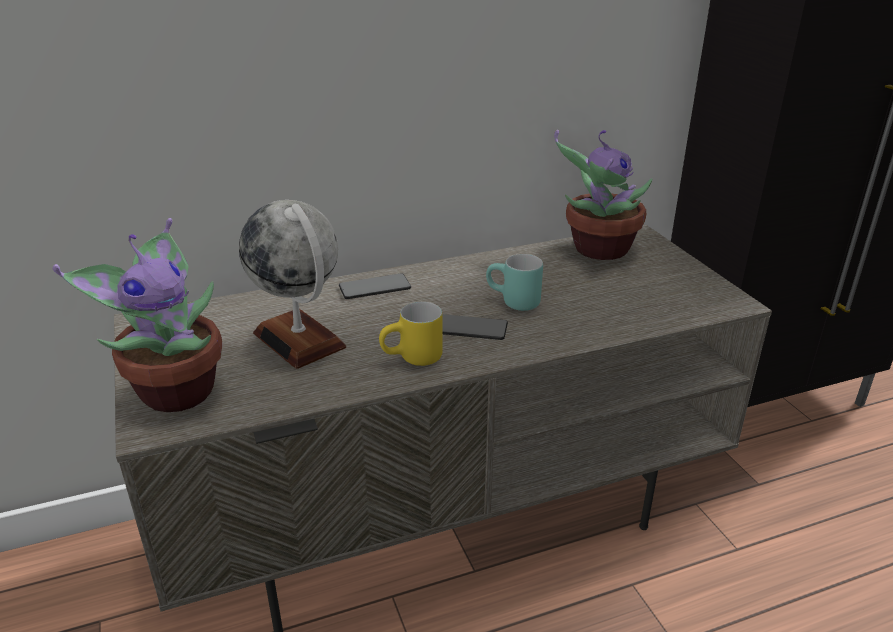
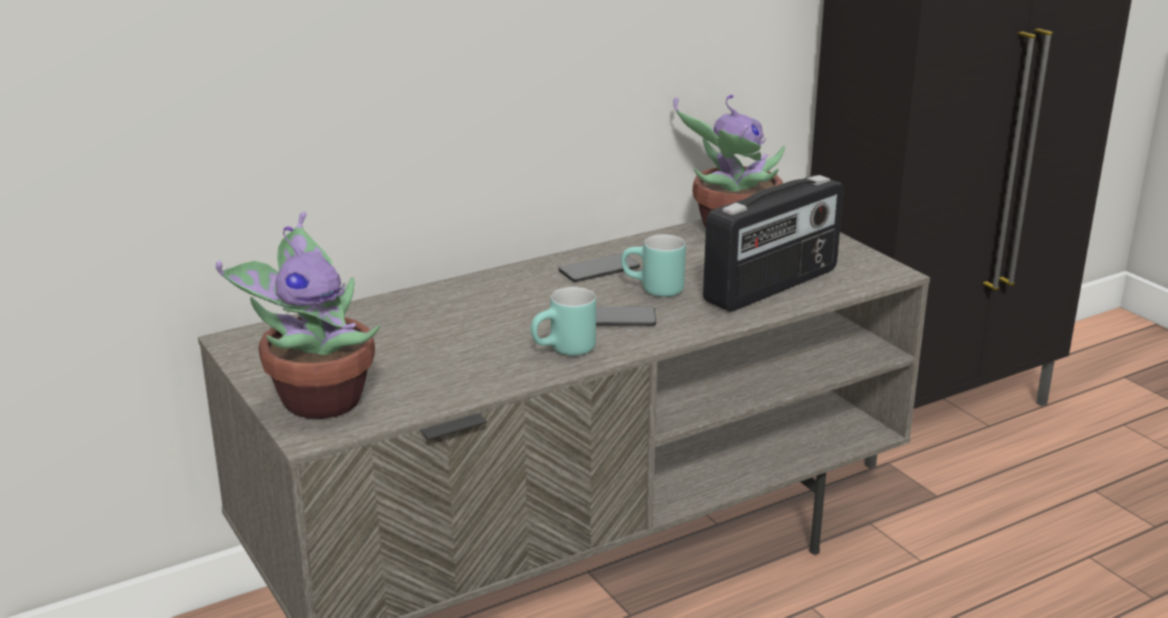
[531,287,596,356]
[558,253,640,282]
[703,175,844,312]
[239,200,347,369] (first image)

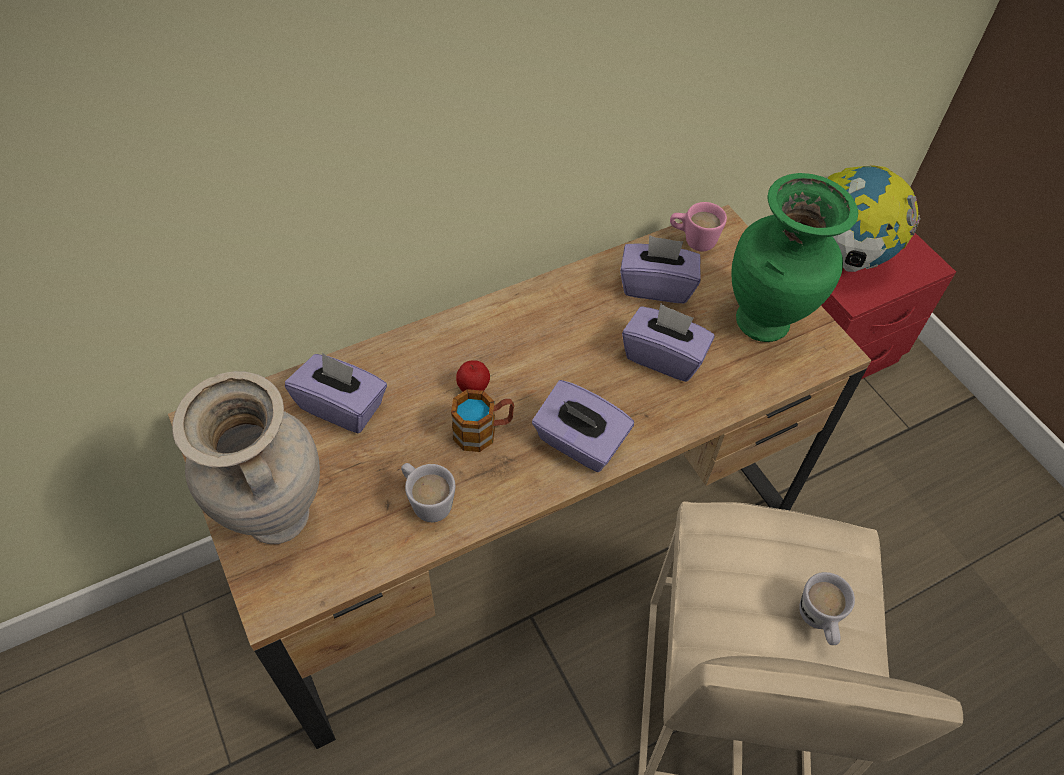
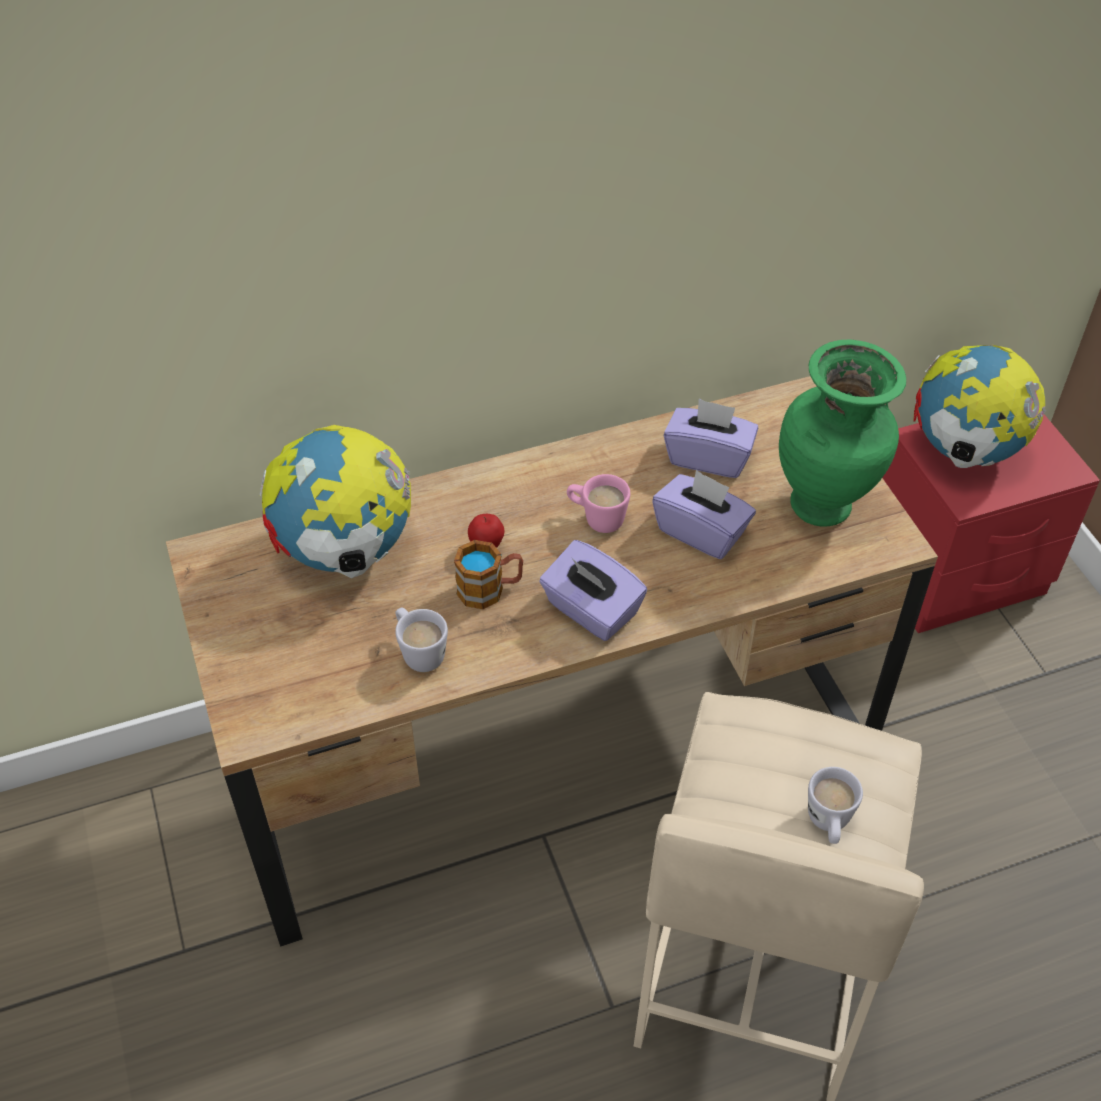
[260,425,411,578]
[567,474,630,533]
[172,371,320,544] (first image)

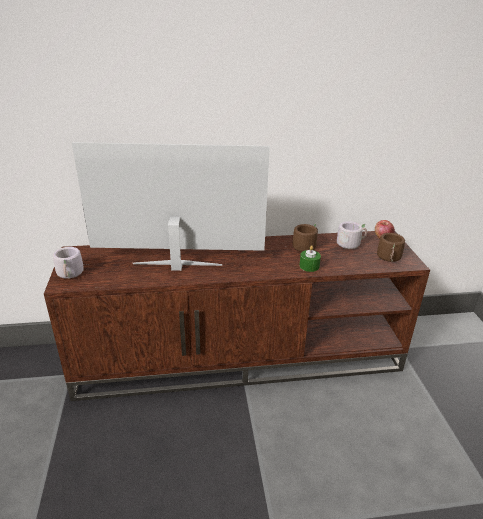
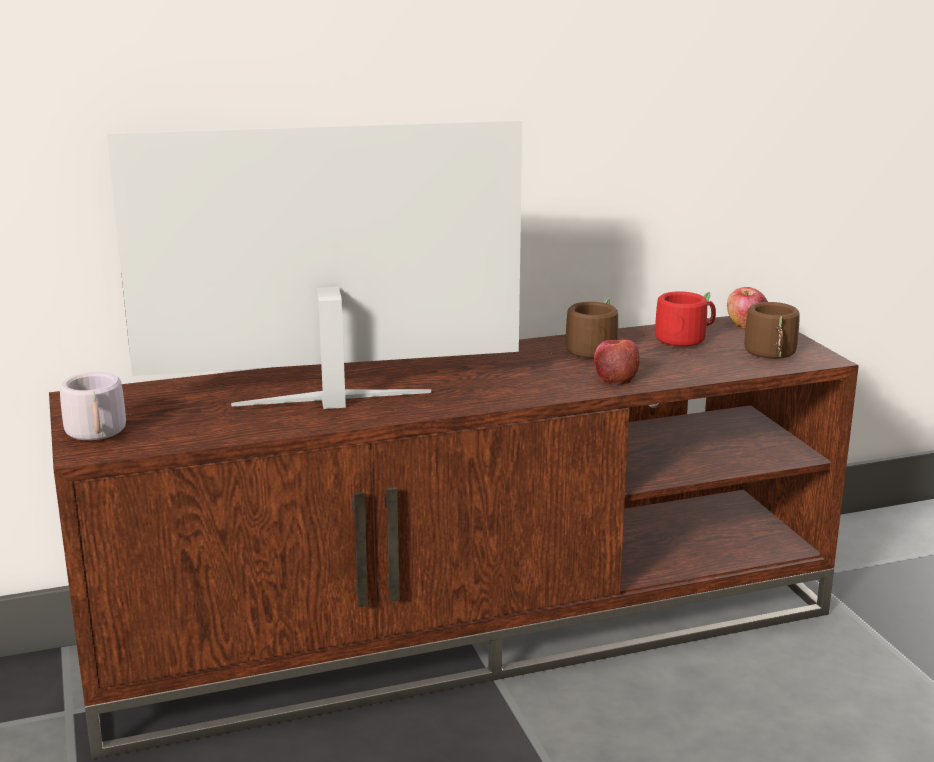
[594,340,640,386]
[641,292,716,346]

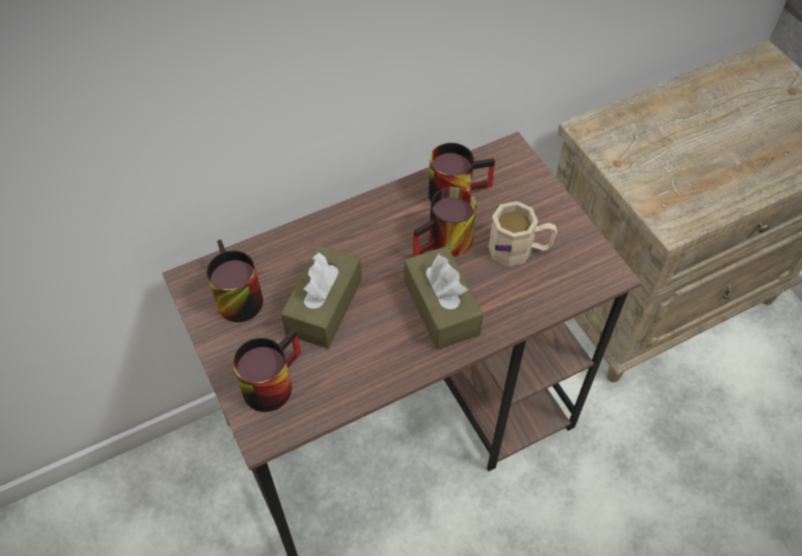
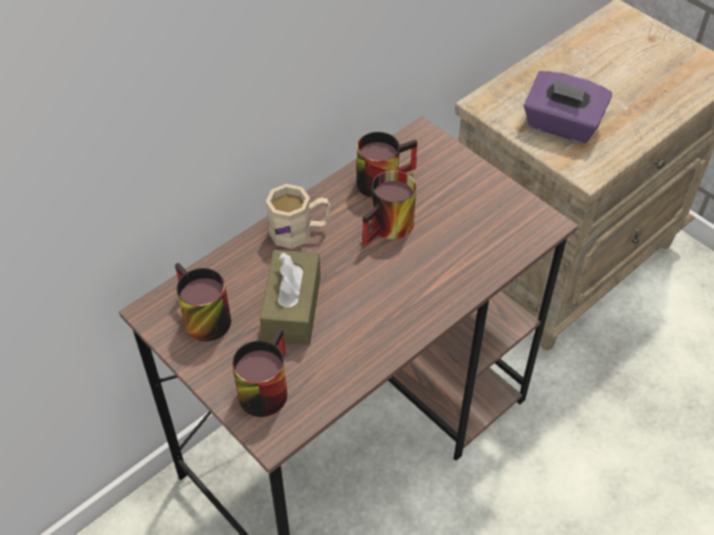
[266,184,330,249]
[524,71,612,143]
[404,246,483,350] (first image)

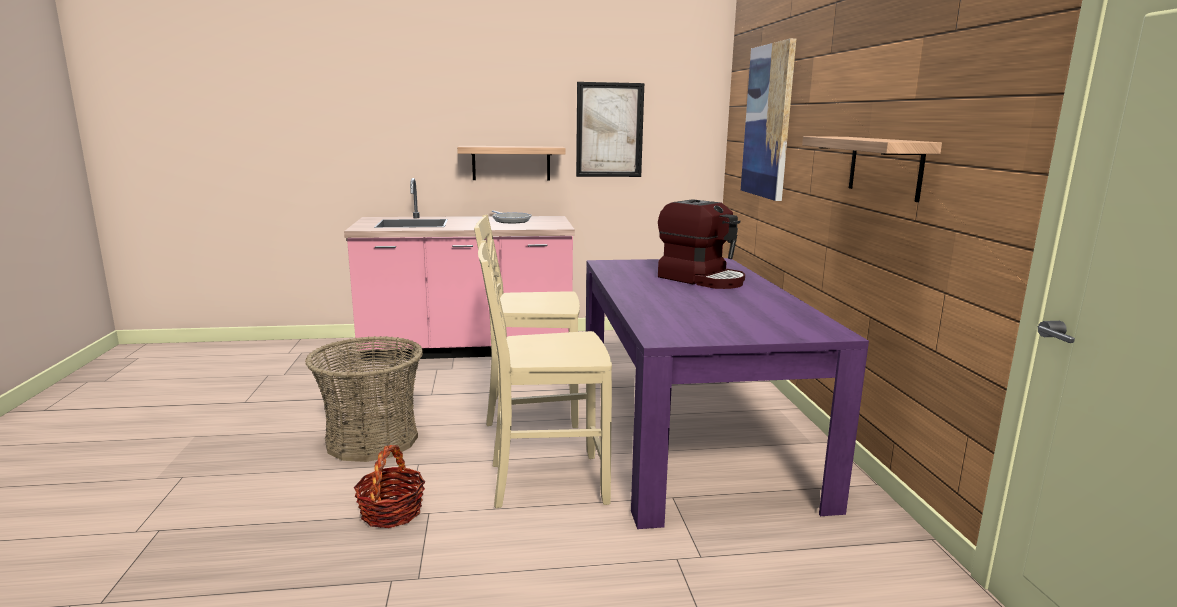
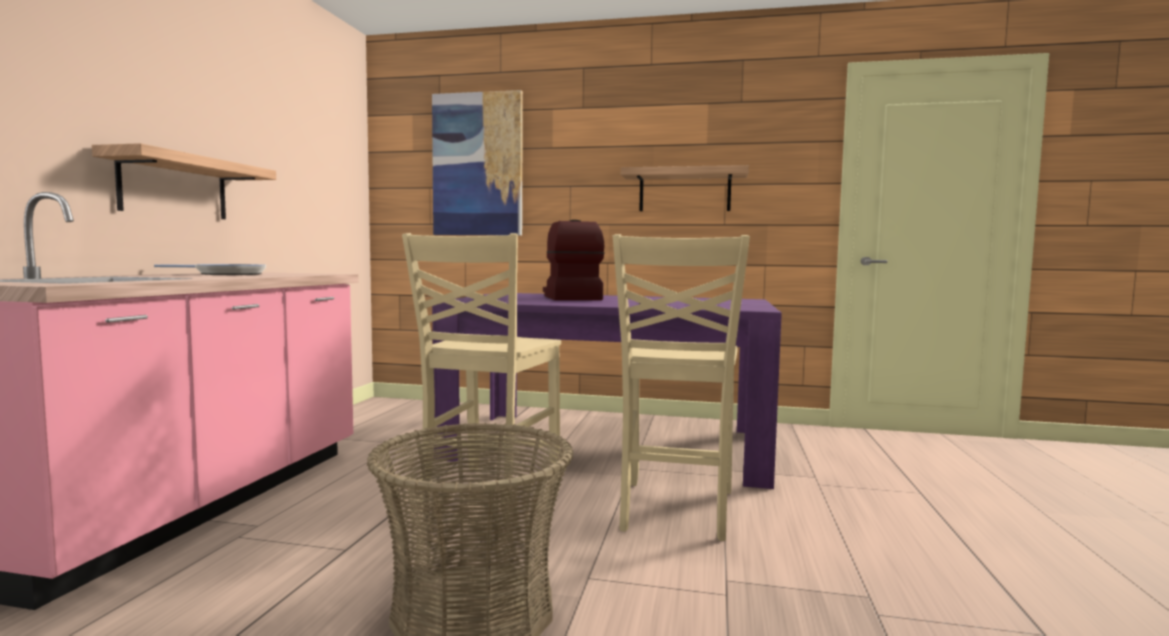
[543,220,604,300]
[353,445,425,528] (first image)
[576,82,644,177] (first image)

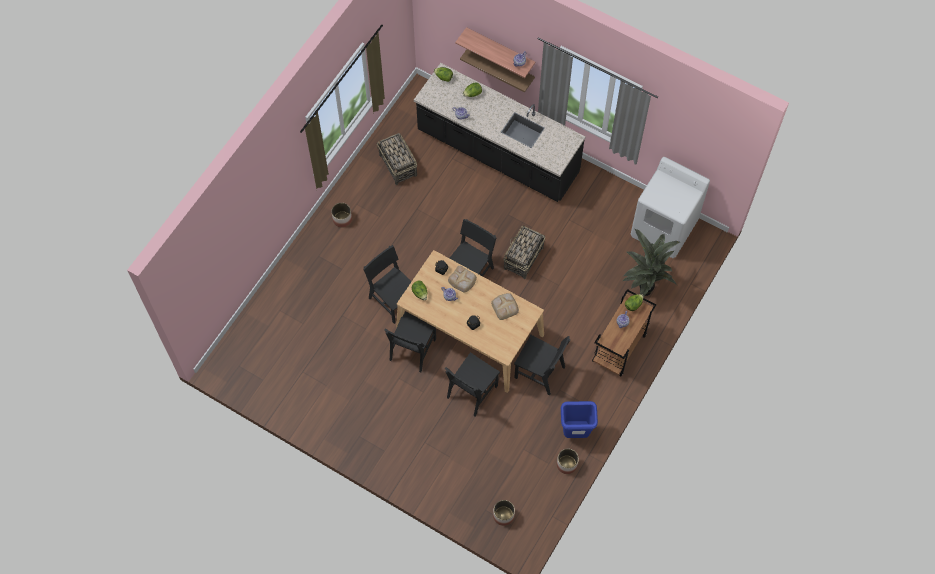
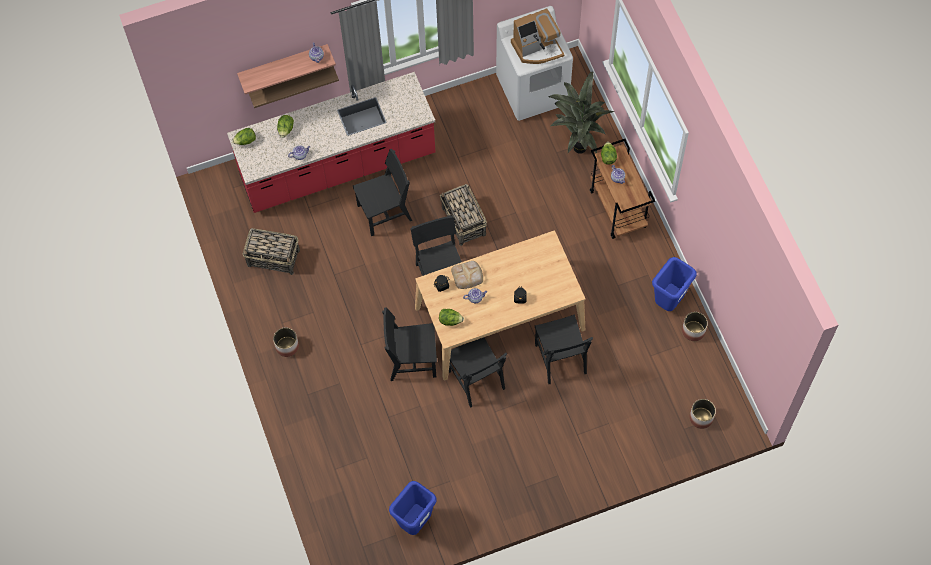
[227,72,435,213]
[353,149,412,236]
[389,481,437,535]
[511,8,565,64]
[491,293,519,320] (first image)

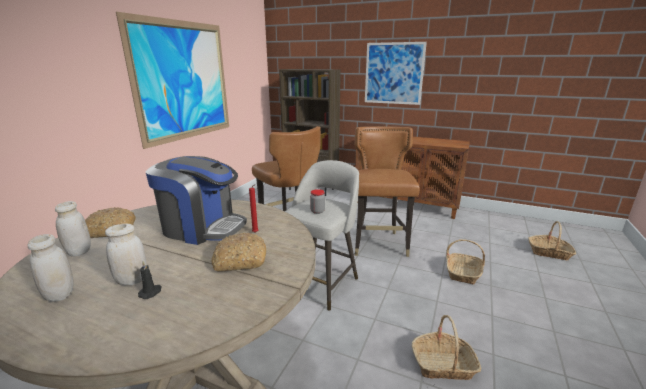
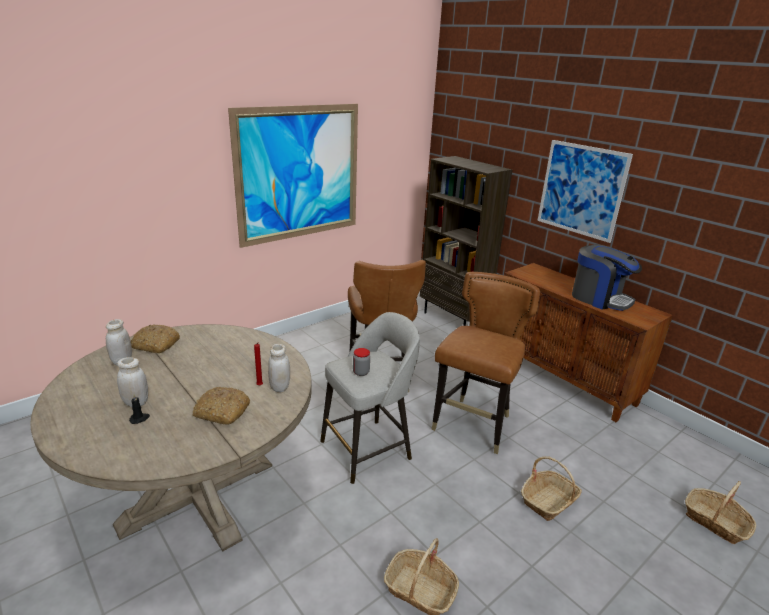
[268,344,290,392]
[572,245,642,311]

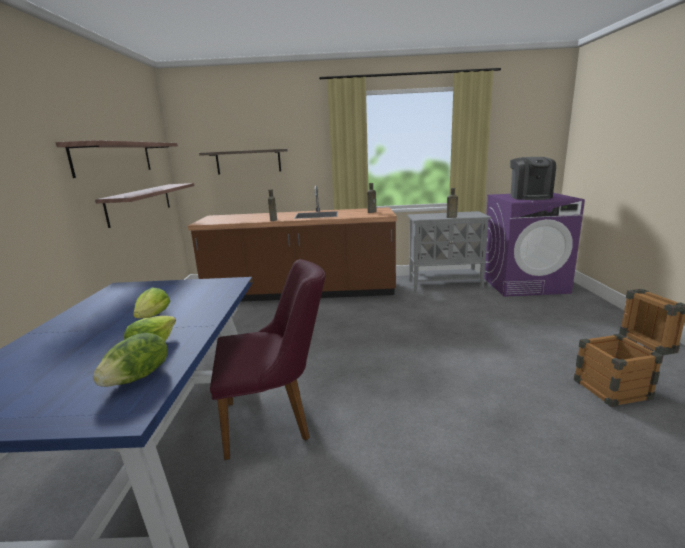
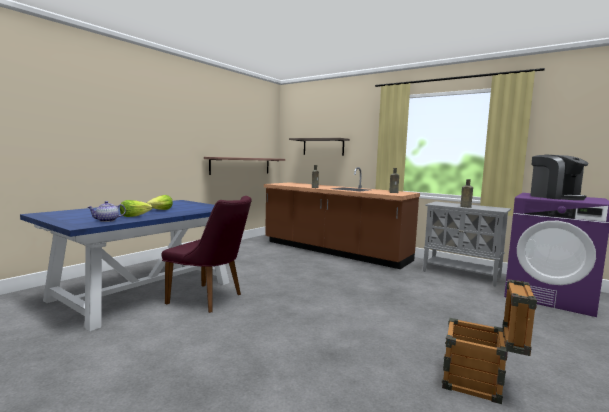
[87,201,126,222]
[530,155,589,200]
[56,140,178,178] (first image)

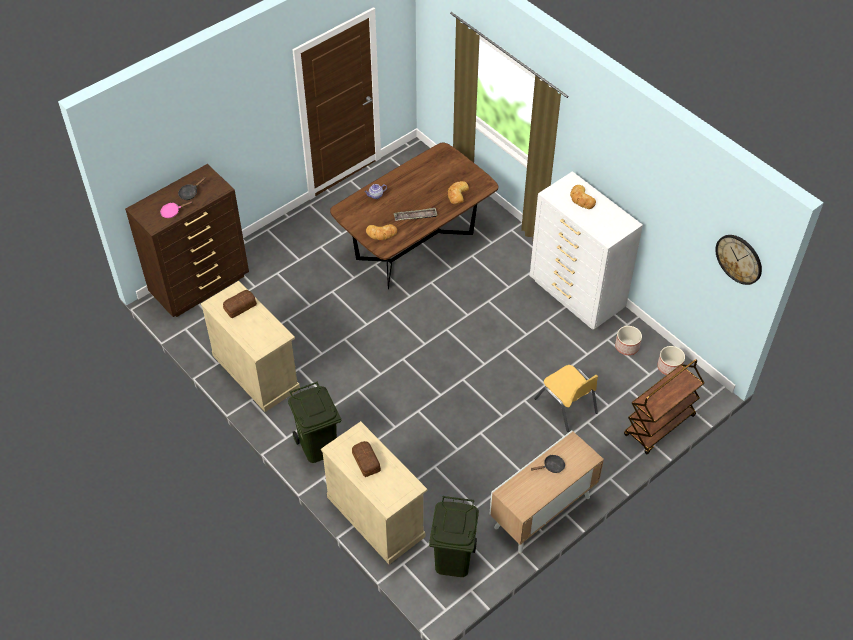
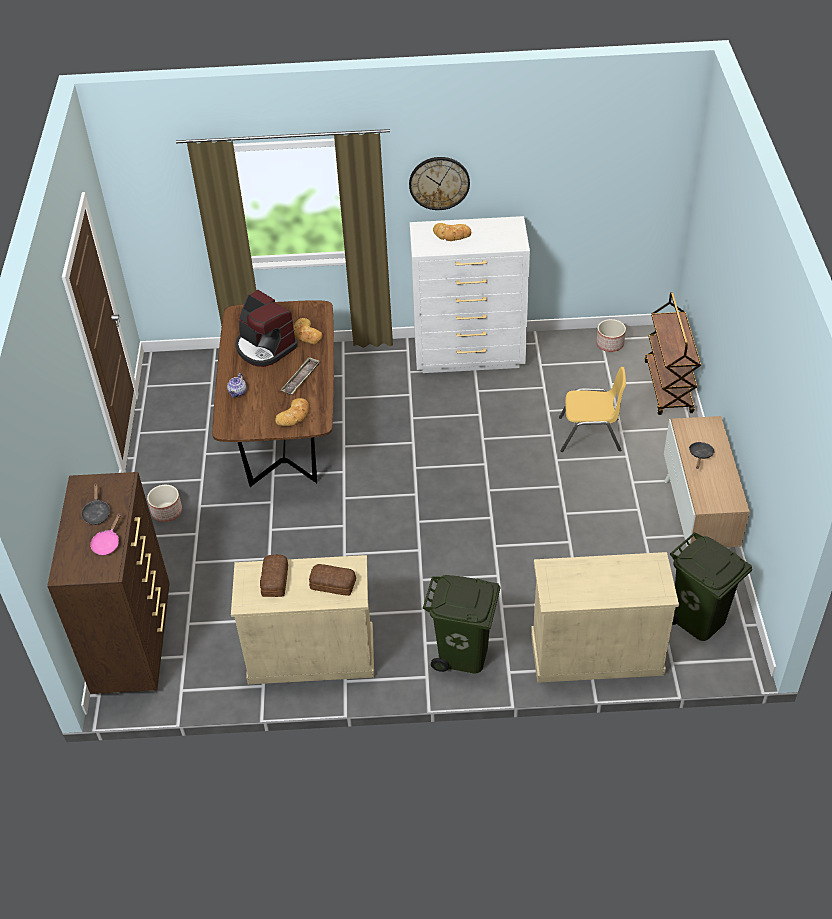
[147,485,182,522]
[235,290,297,367]
[309,564,356,596]
[409,157,470,210]

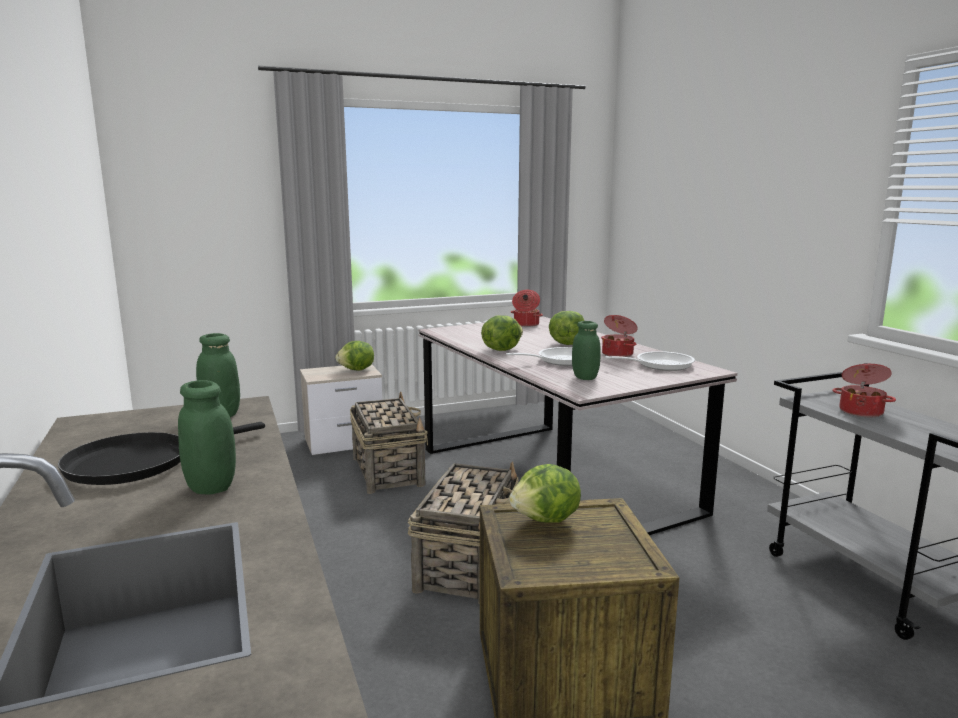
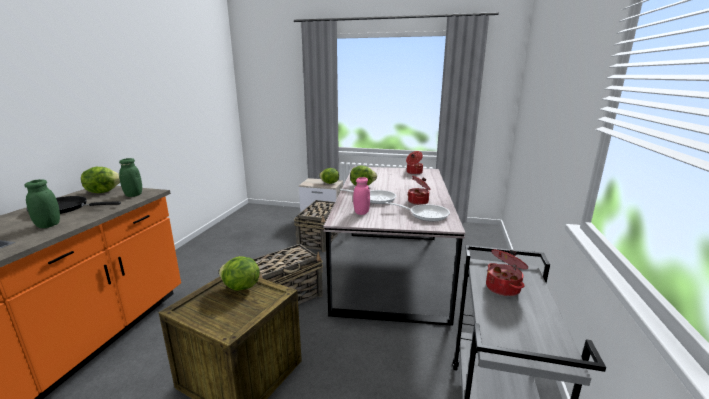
[81,167,120,193]
[353,177,370,215]

